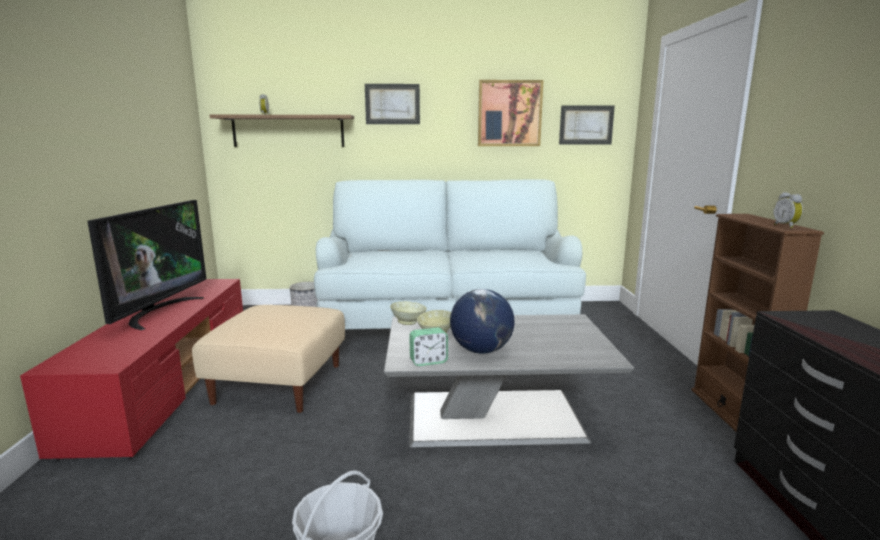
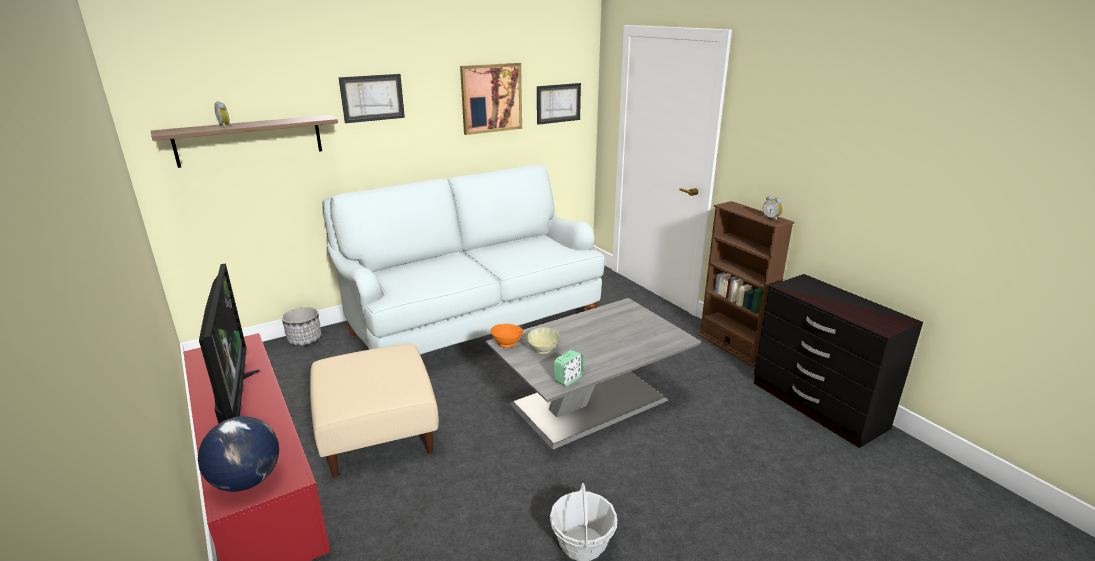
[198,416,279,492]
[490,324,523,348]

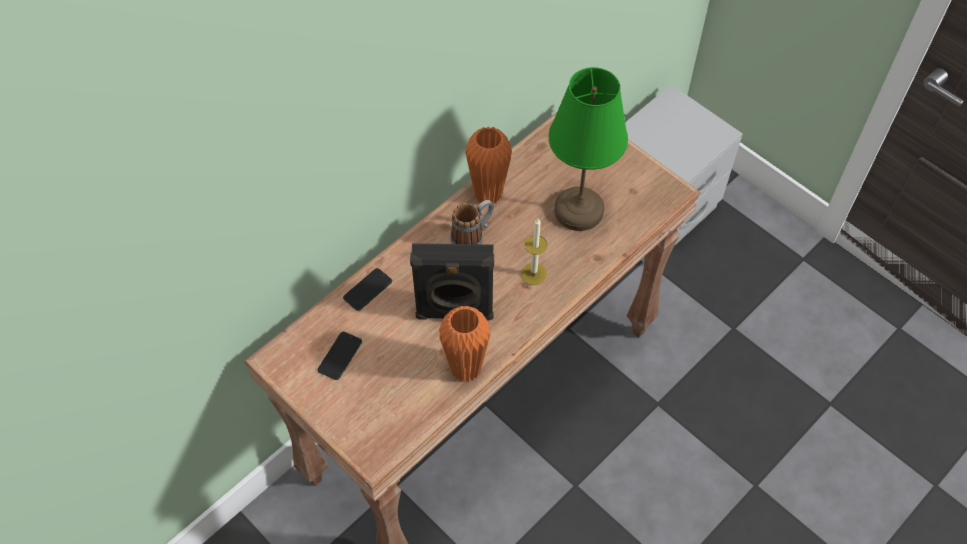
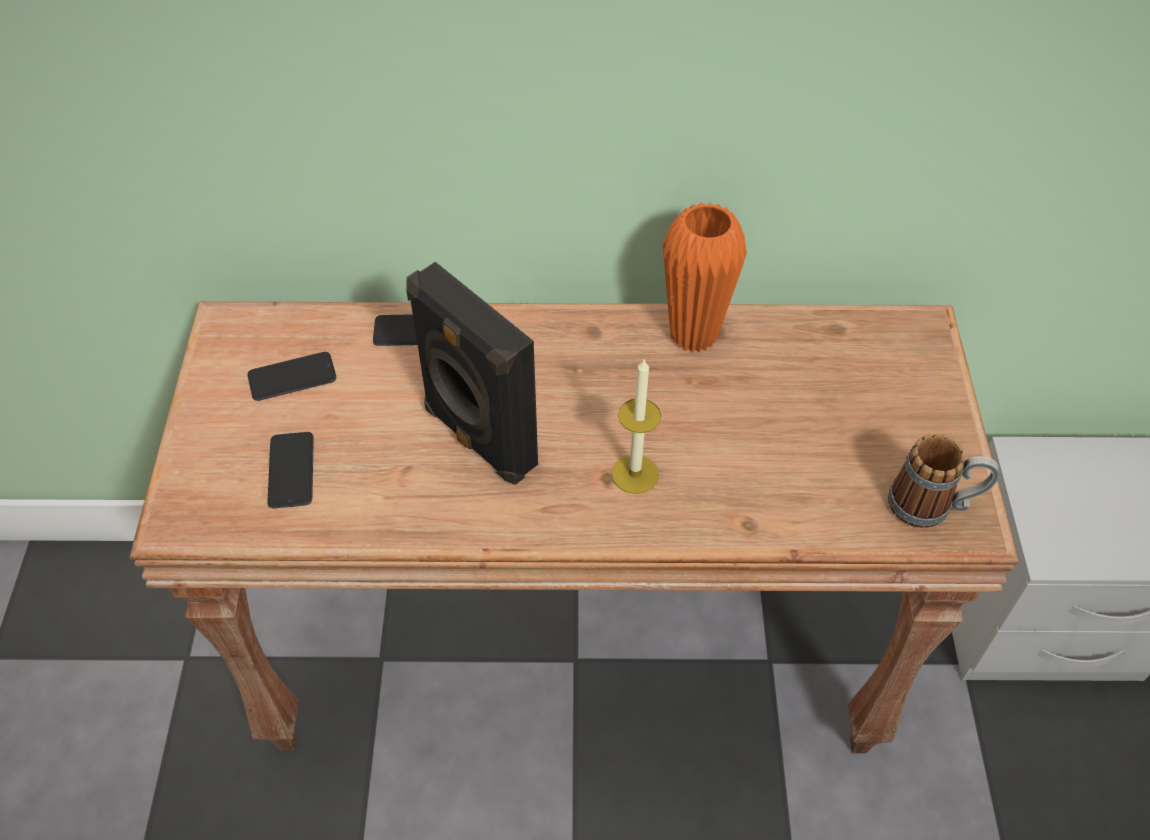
[267,432,314,508]
[888,434,999,528]
[439,306,491,382] (first image)
[549,67,628,231] (first image)

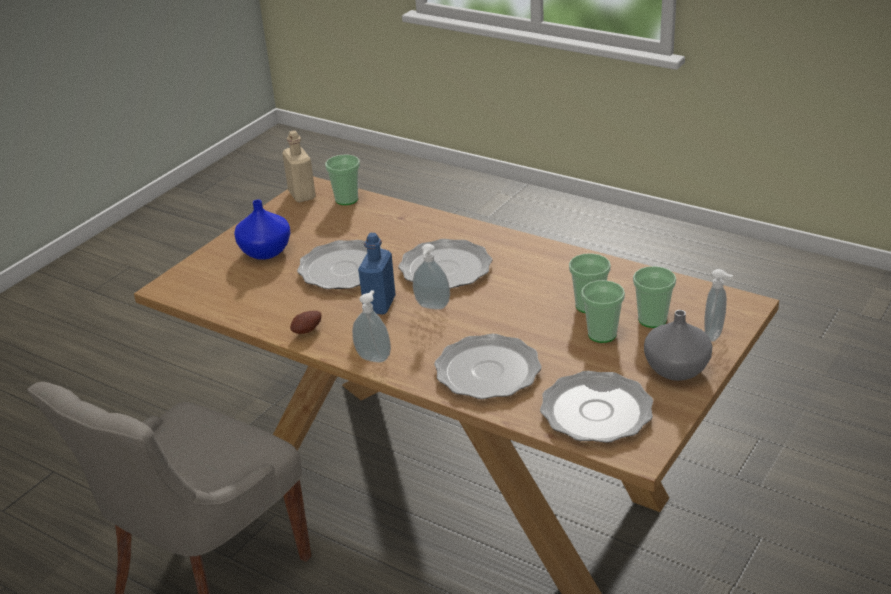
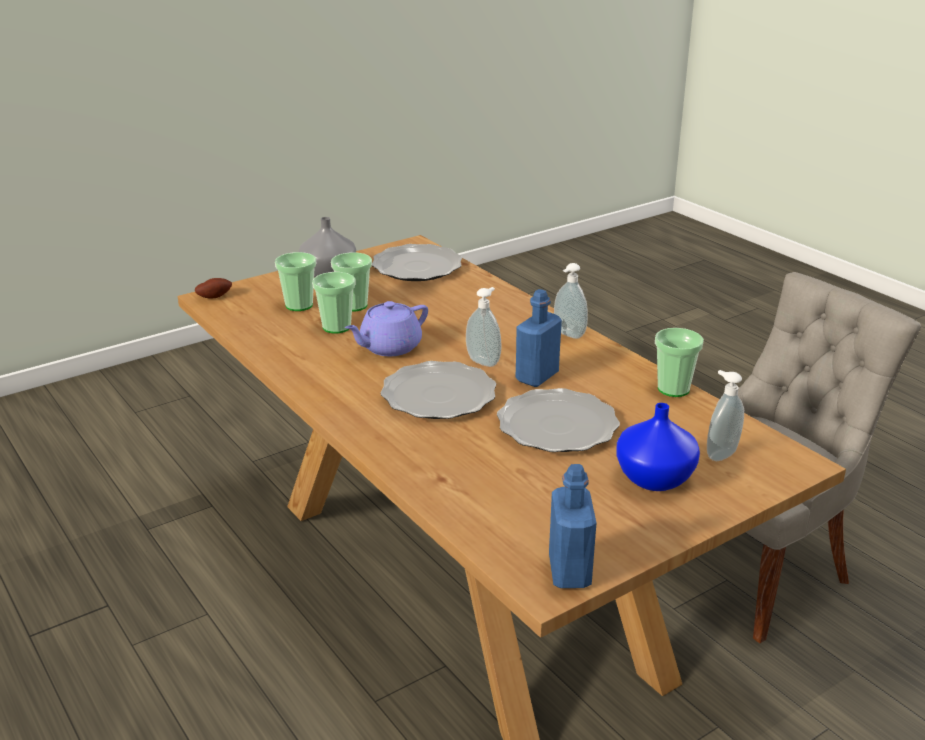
[195,278,232,298]
[345,301,428,356]
[549,464,596,588]
[655,328,704,397]
[707,370,744,461]
[434,334,542,399] (first image)

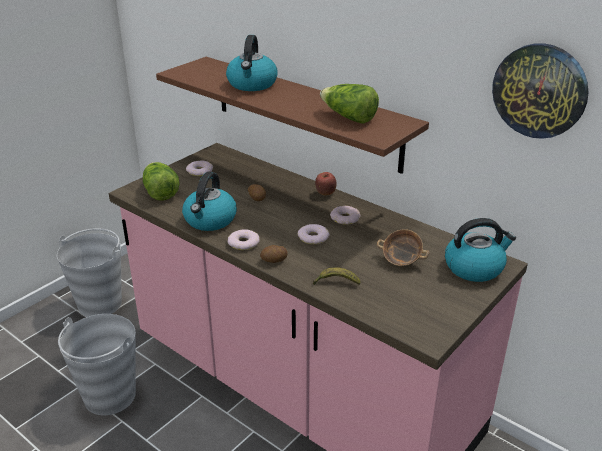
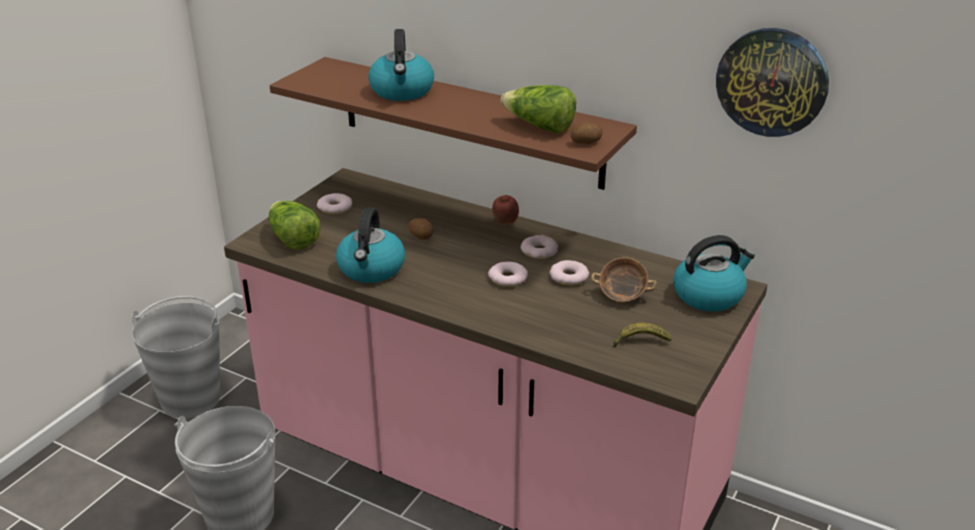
[549,260,589,285]
[571,122,602,144]
[613,323,672,347]

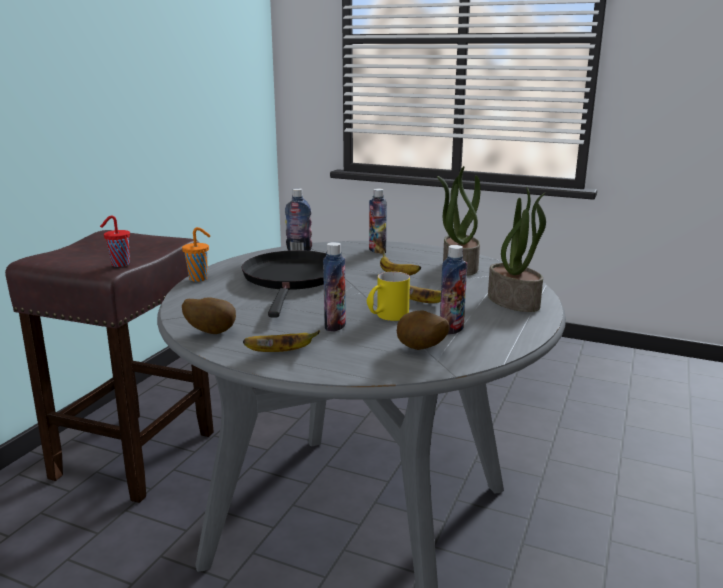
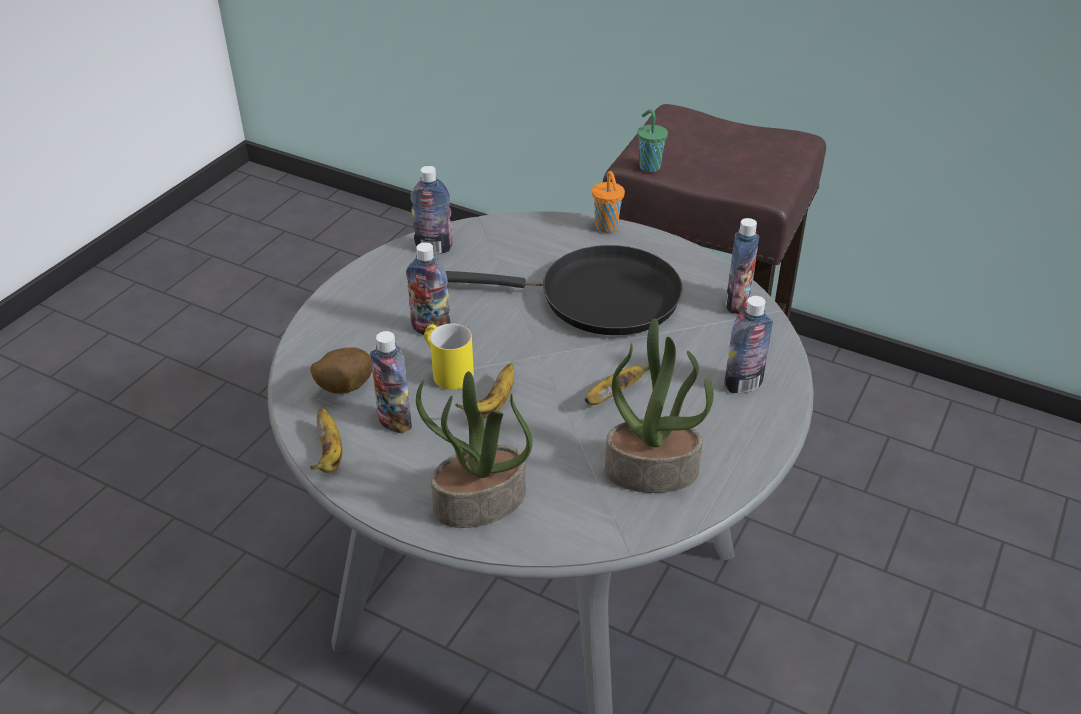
[310,408,342,473]
[411,166,453,254]
[637,109,668,172]

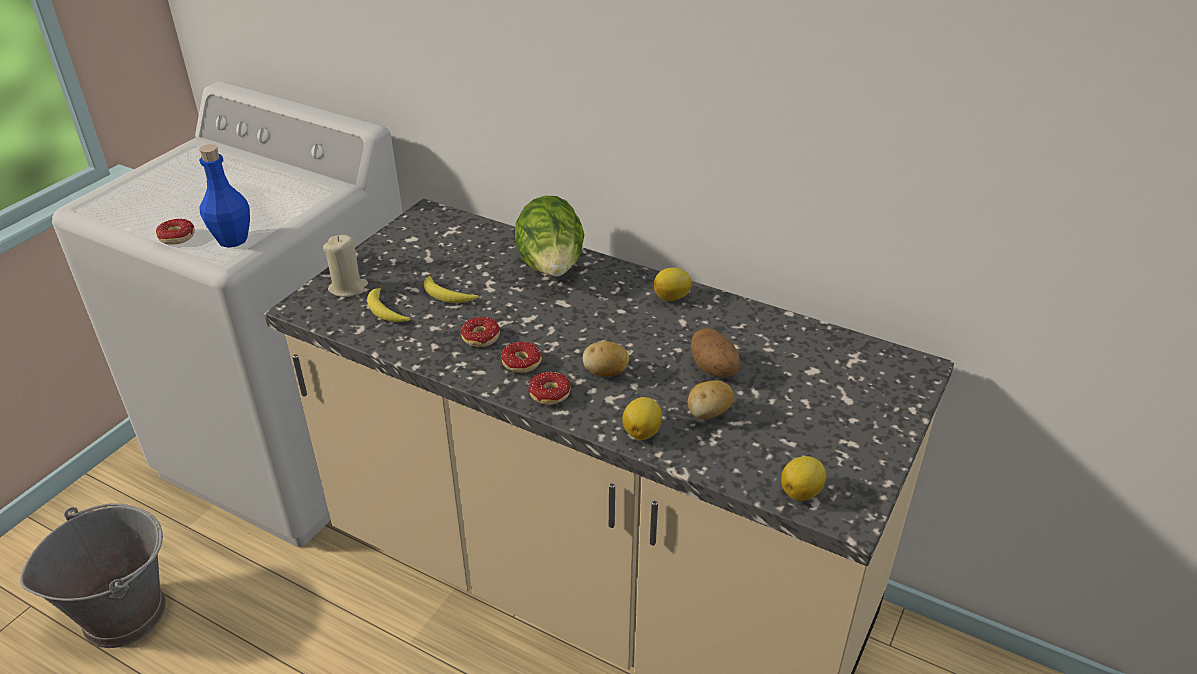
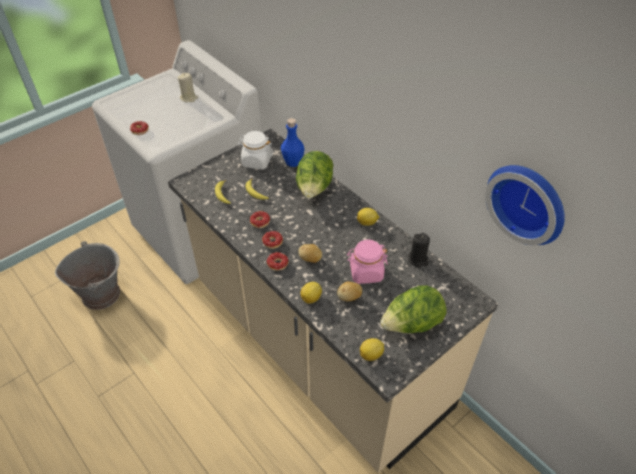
[177,73,198,102]
[238,131,273,169]
[281,118,305,167]
[347,240,388,284]
[380,285,447,333]
[408,233,430,268]
[485,165,565,245]

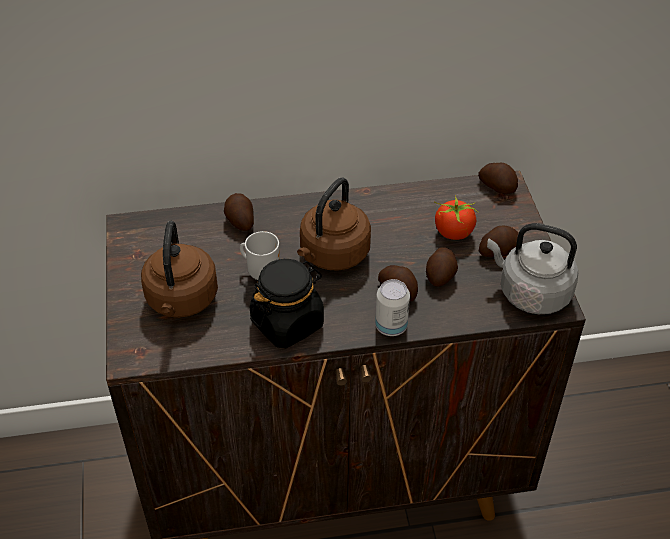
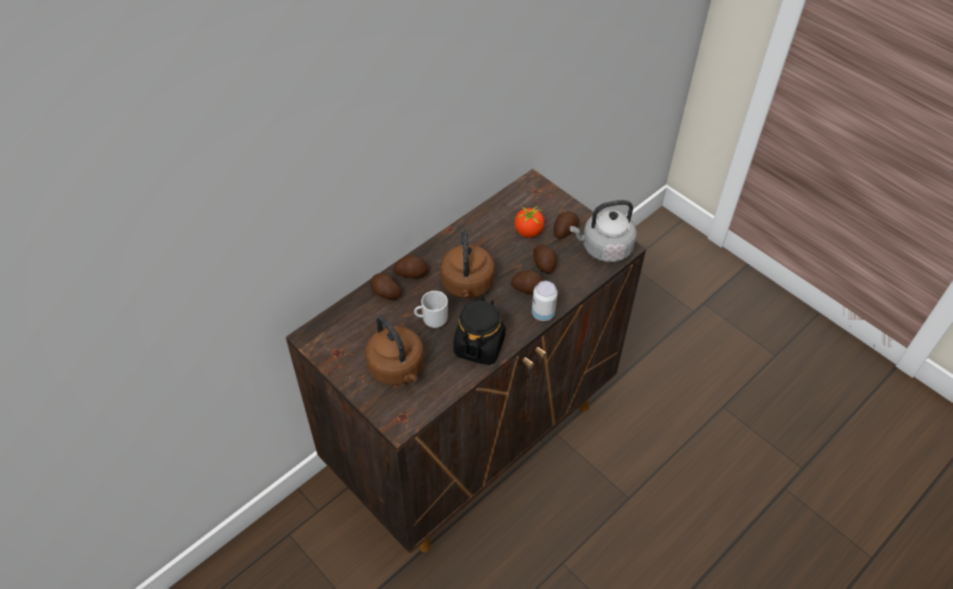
[394,255,428,279]

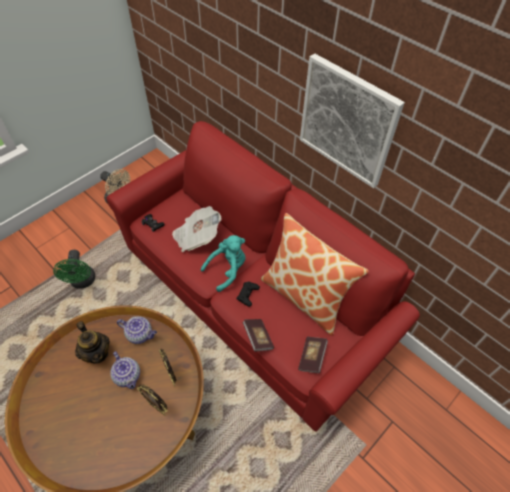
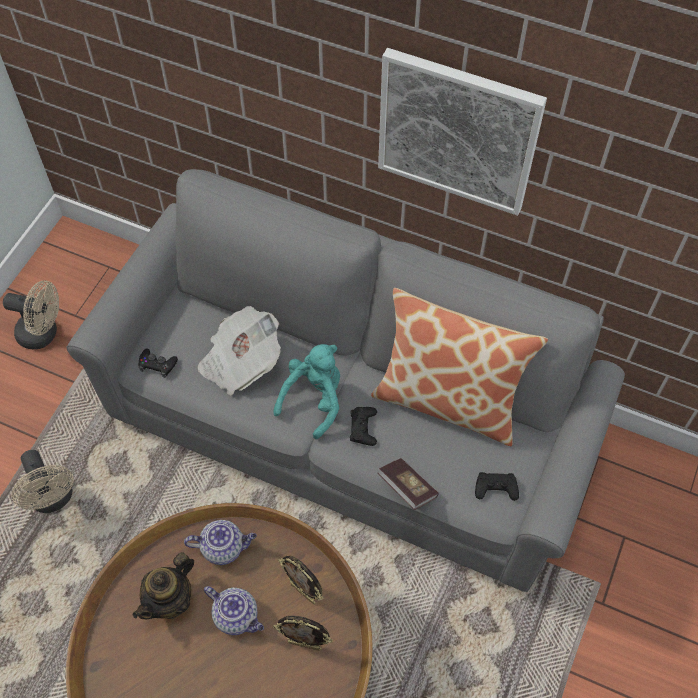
[12,450,74,513]
[67,169,625,592]
[133,552,194,619]
[475,472,519,501]

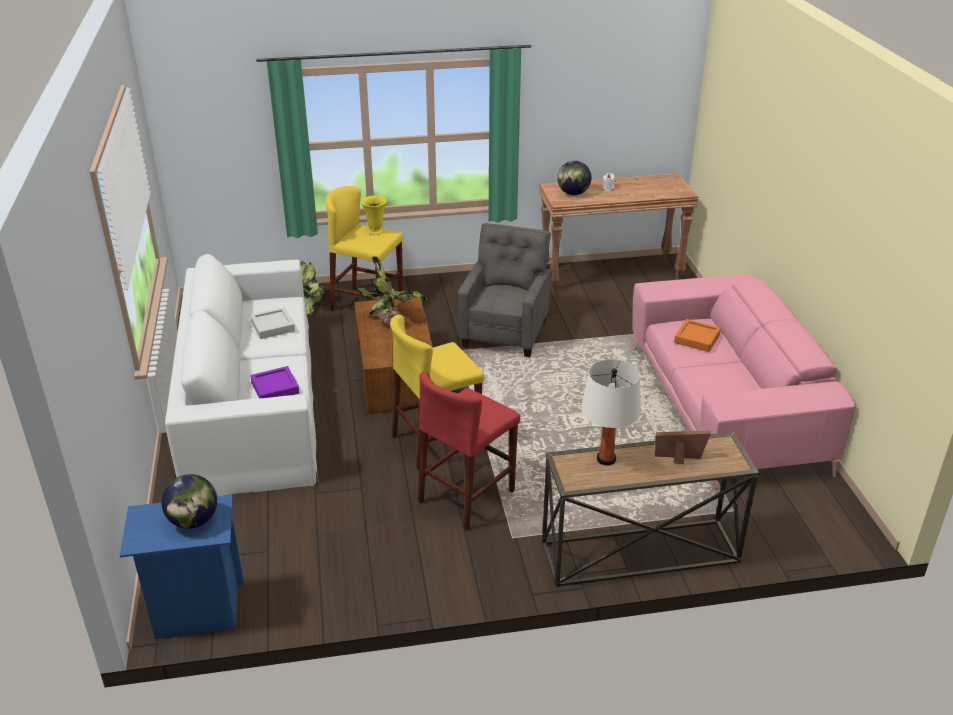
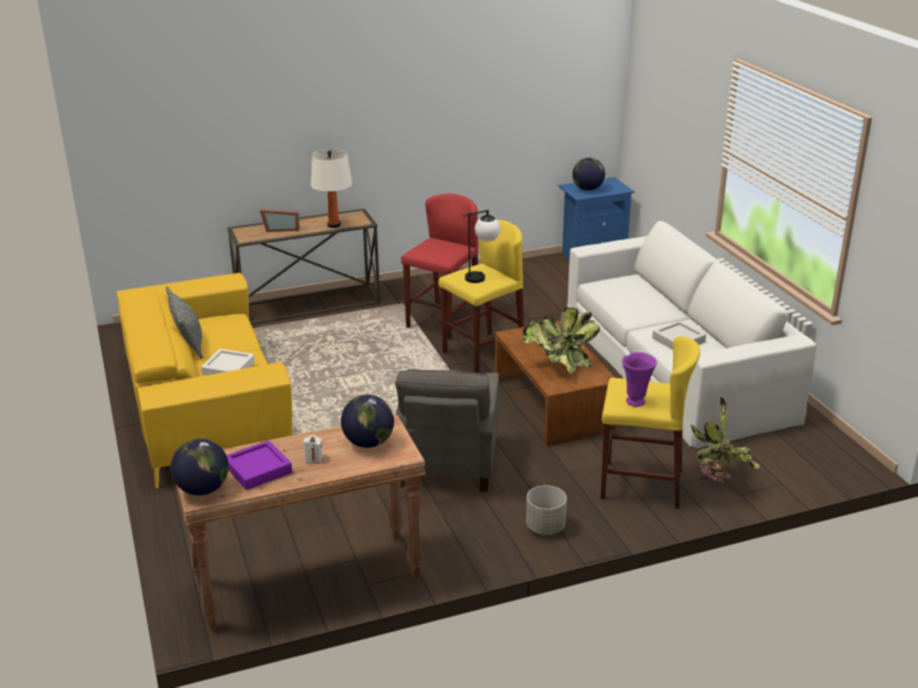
[117,273,292,489]
[166,286,203,359]
[171,439,229,496]
[201,349,255,375]
[226,440,292,490]
[462,210,500,283]
[526,485,567,535]
[622,352,657,407]

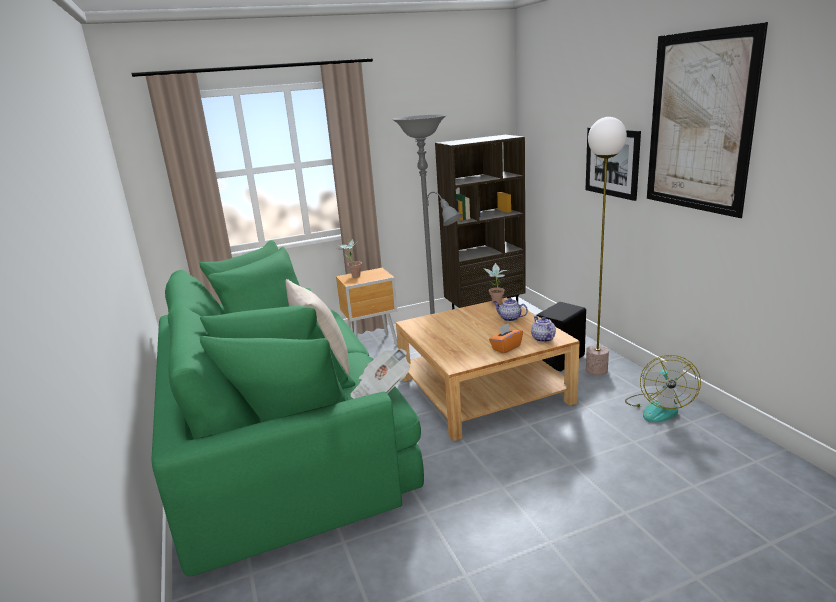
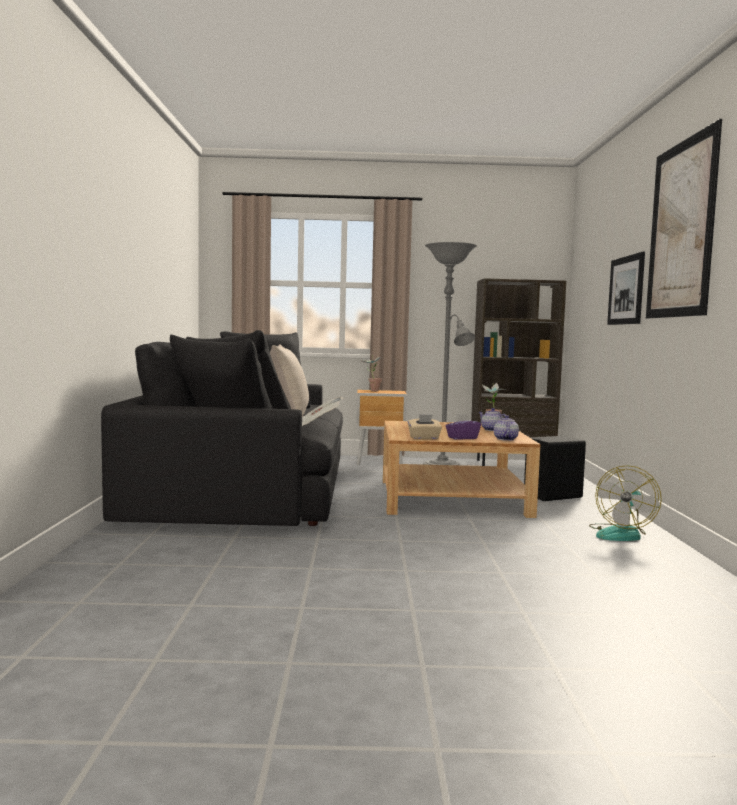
[101,330,343,526]
[408,414,442,439]
[445,414,481,440]
[586,117,627,375] (first image)

